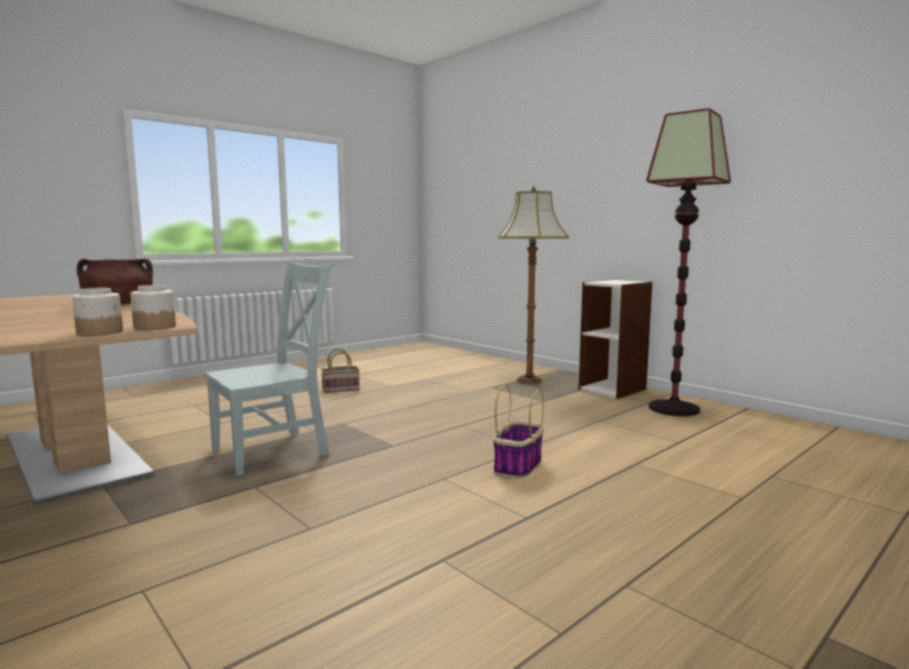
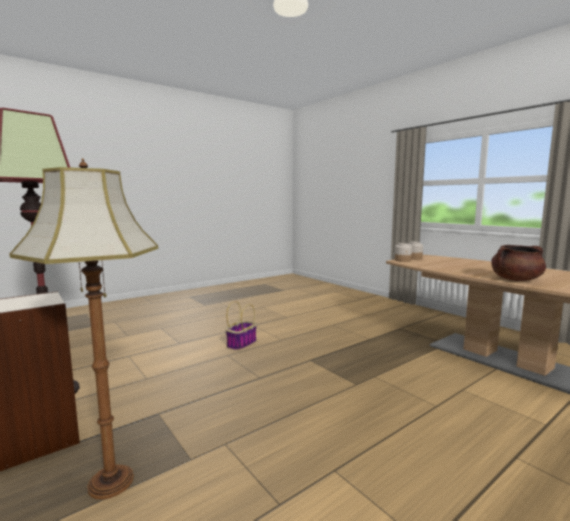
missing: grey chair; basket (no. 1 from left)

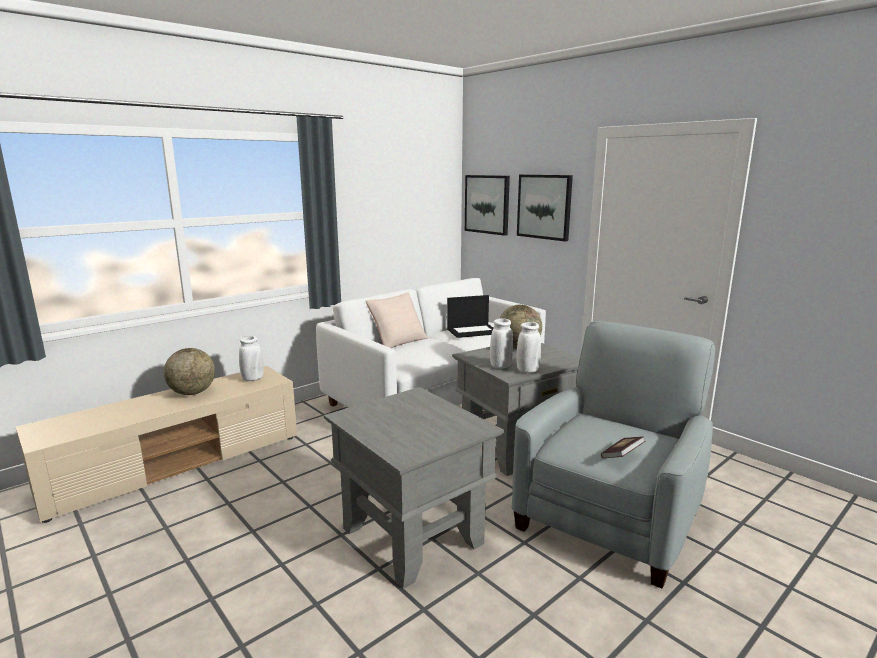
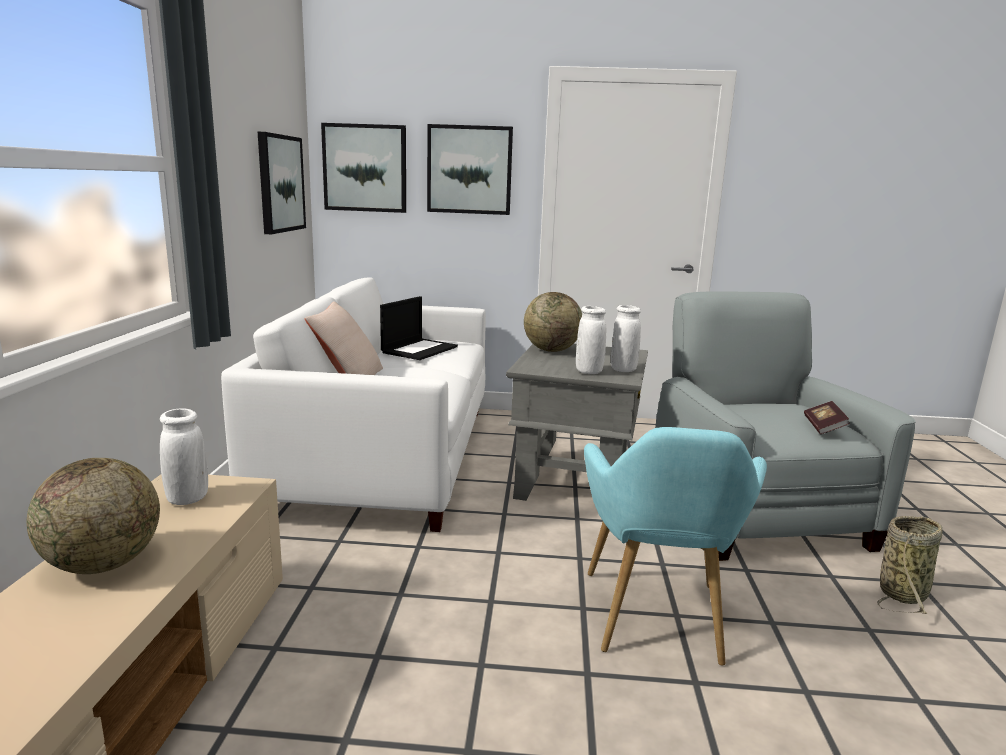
appeared: picture (no. 1 from left); basket
exchanged: grey side table (no. 1 from left) to turquoise armchair

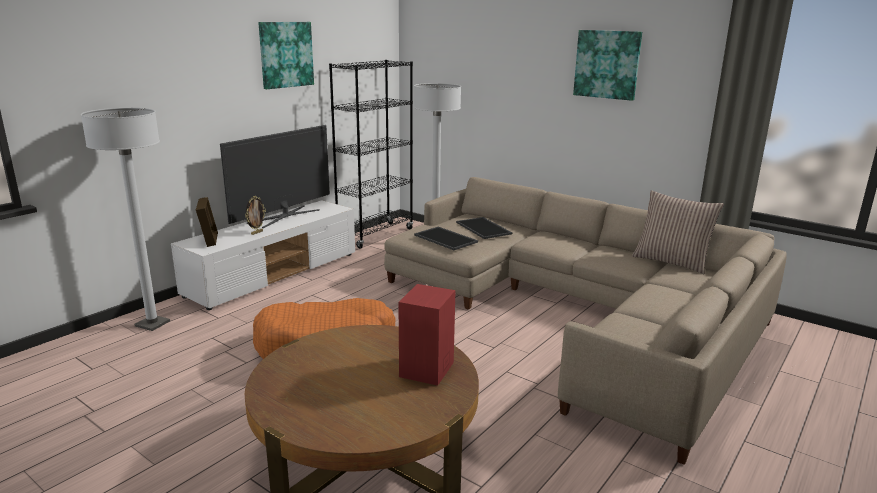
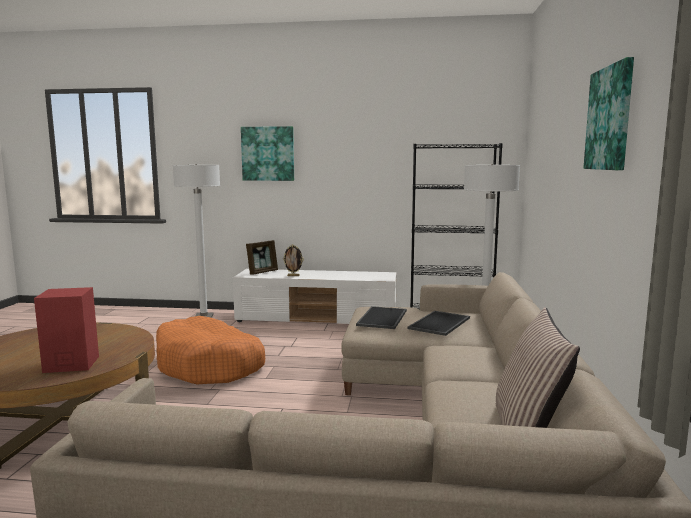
missing: television
relocated: picture (no. 1 from left)

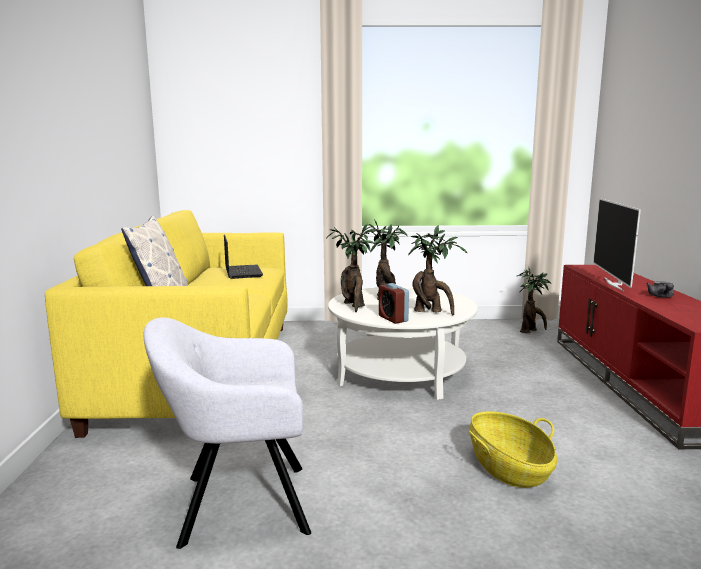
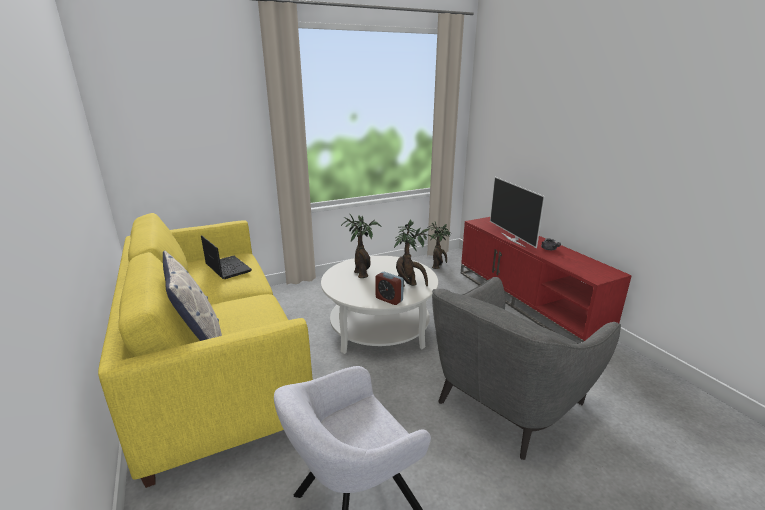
missing: potted plant (no. 1 from left)
exchanged: basket to grey armchair (no. 2 from left)

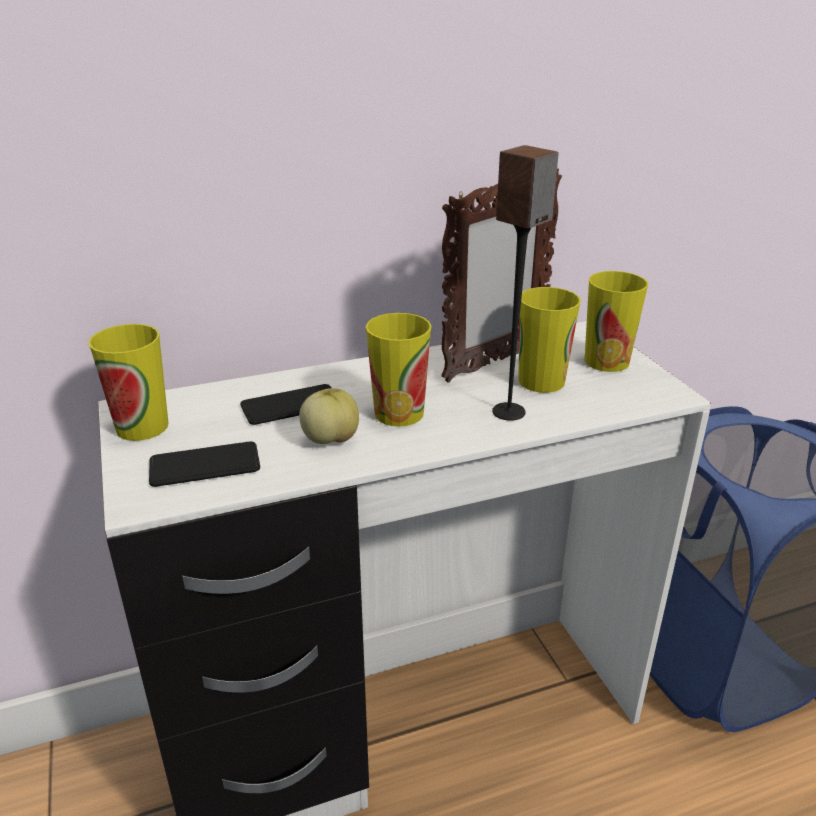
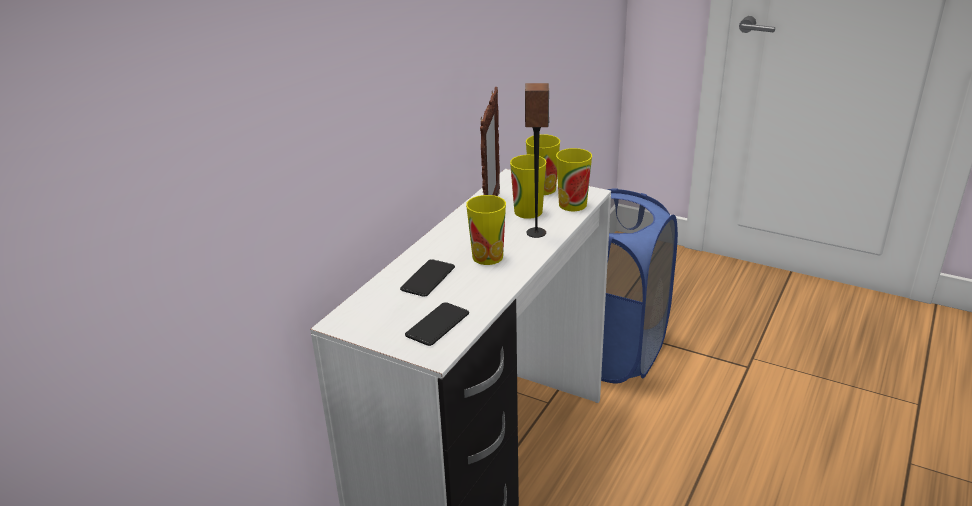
missing: apple
relocated: cup (no. 1 from left in the first image) to cup (no. 4 from left)

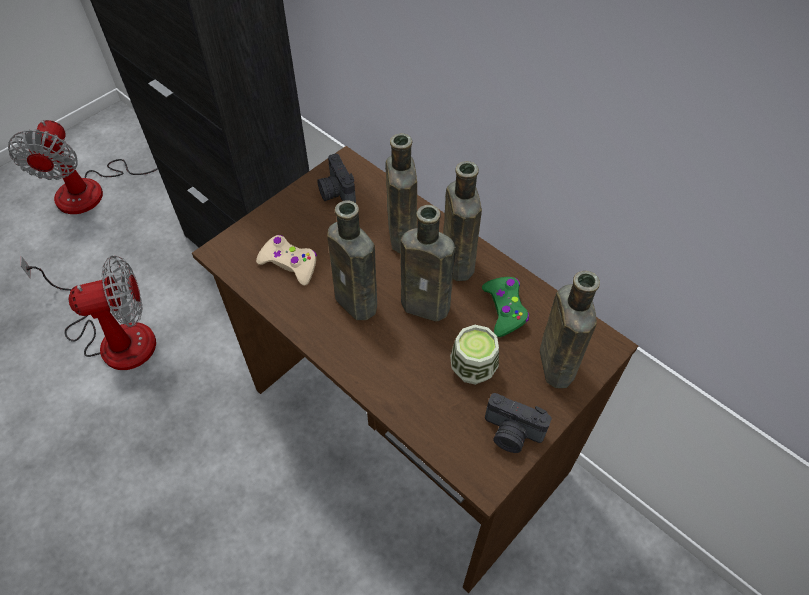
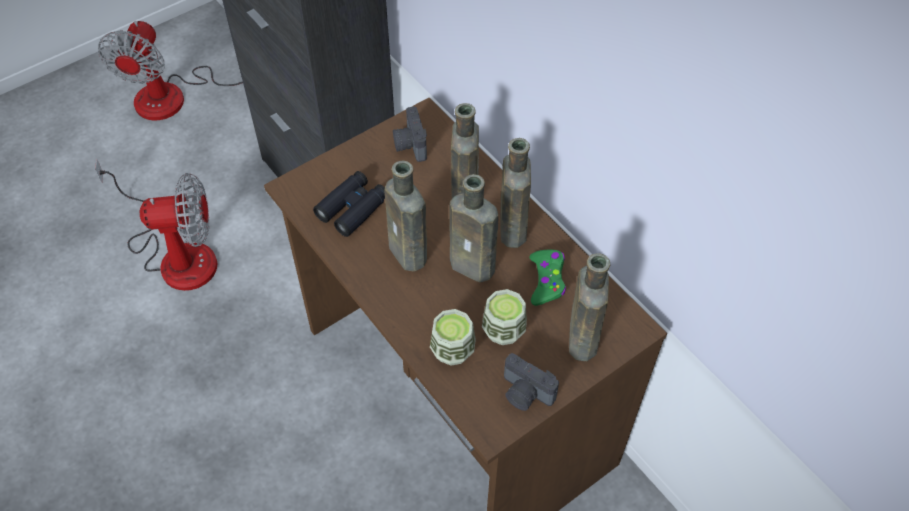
appeared: cup (no. 1 from left)
exchanged: beige game controller to black binoculars

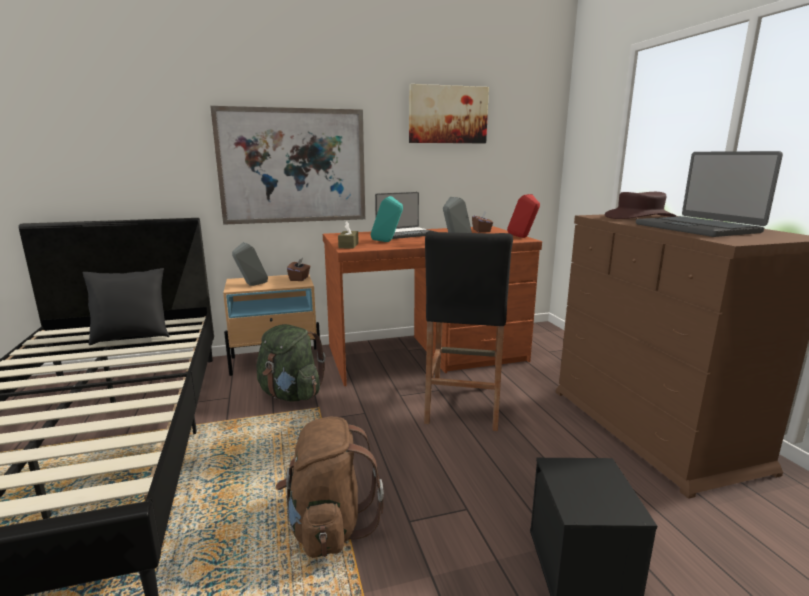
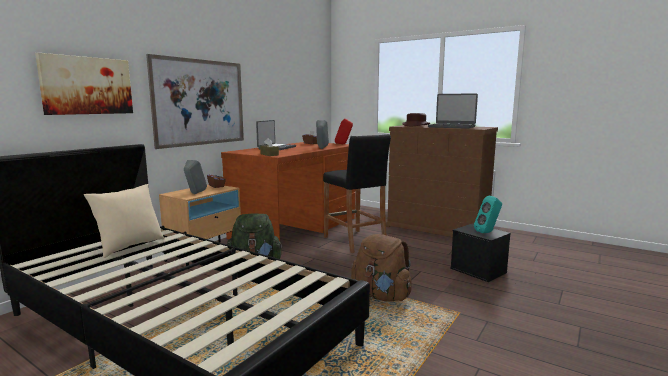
relocated: picture (no. 2 from left in the first image) to picture (no. 1 from left); turquoise speaker
colour: black pillow to beige pillow

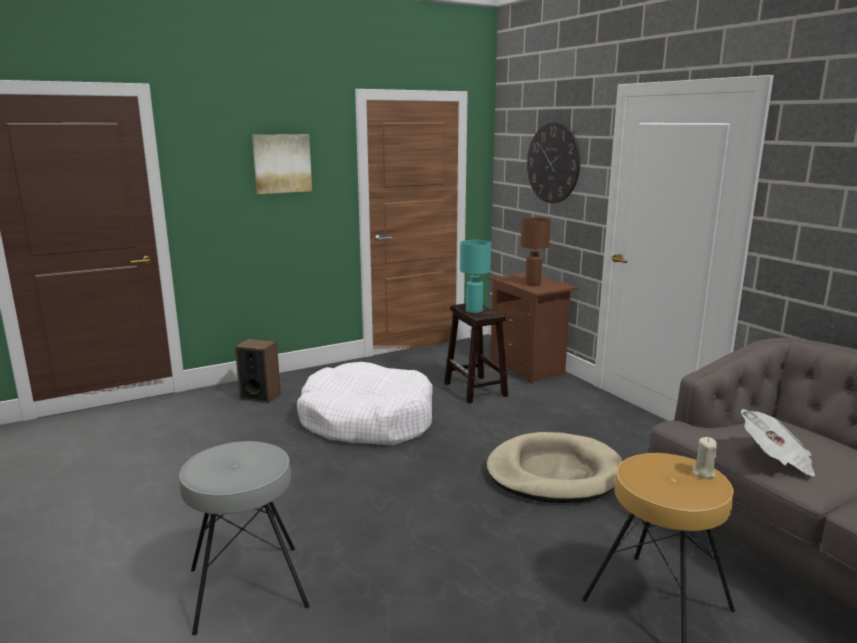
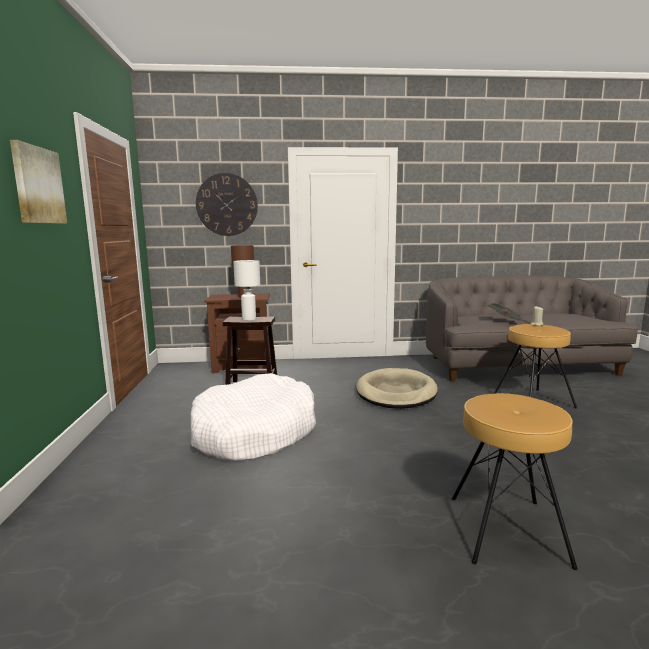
missing: speaker
colour: turquoise table lamp to white table lamp; grey stool to brown stool (no. 2 from left)

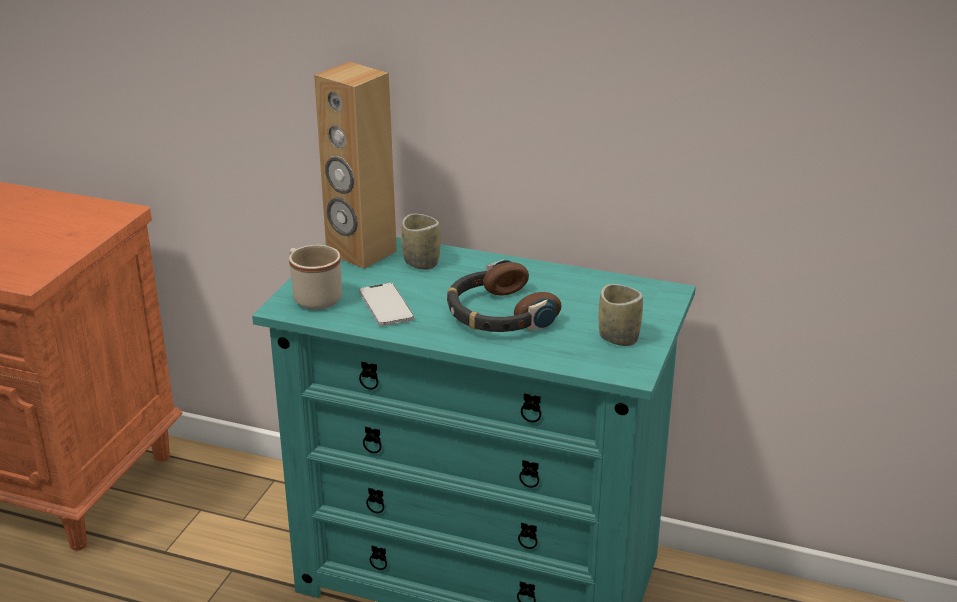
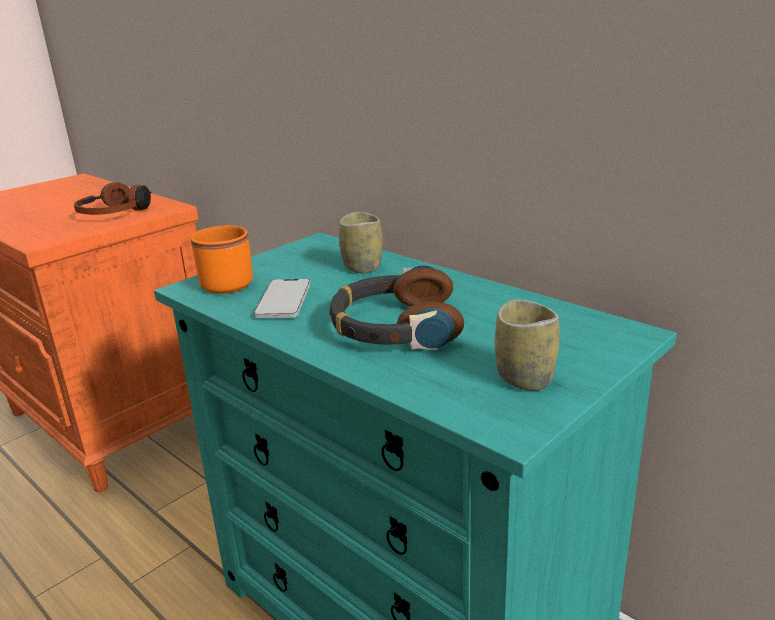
missing: brown speaker
appeared: headphones (no. 1 from left)
colour: beige mug to orange mug

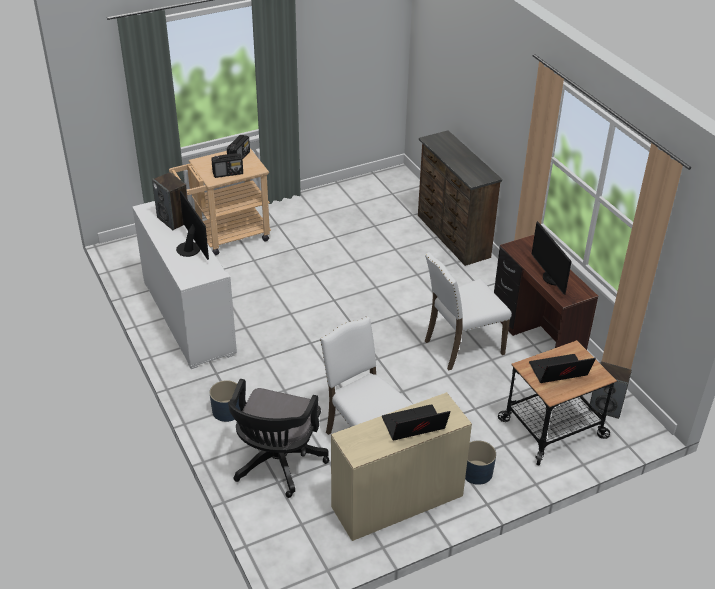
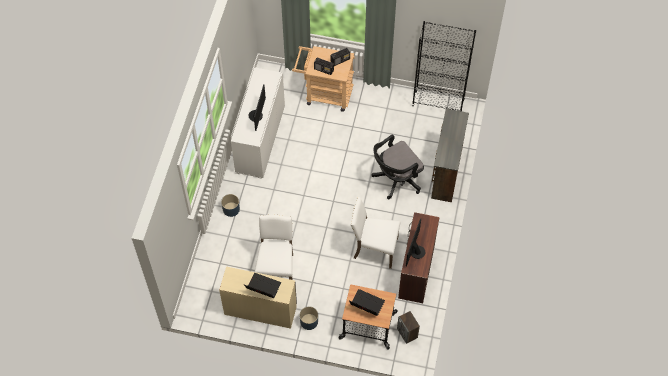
missing: speaker (no. 1 from left)
appeared: black bookcase
relocated: black office chair

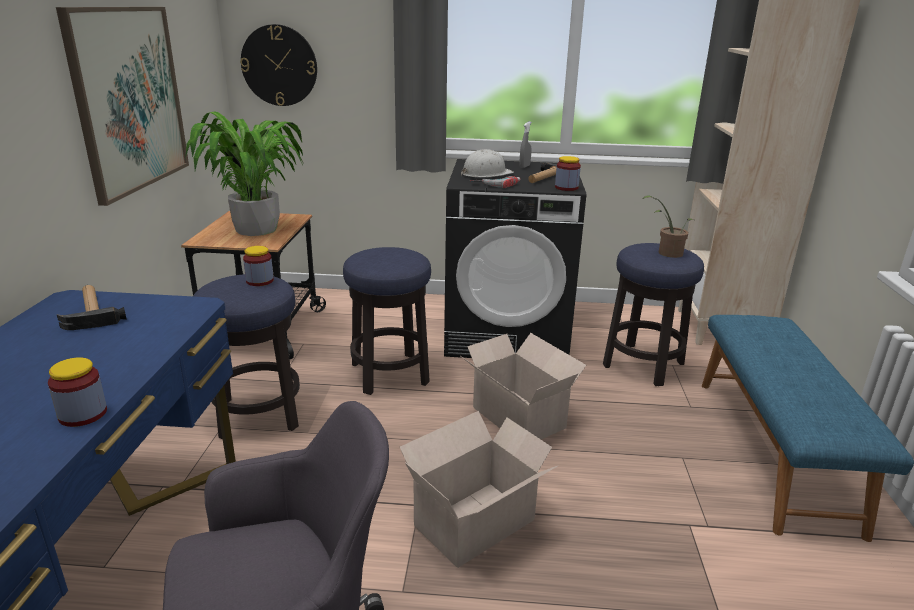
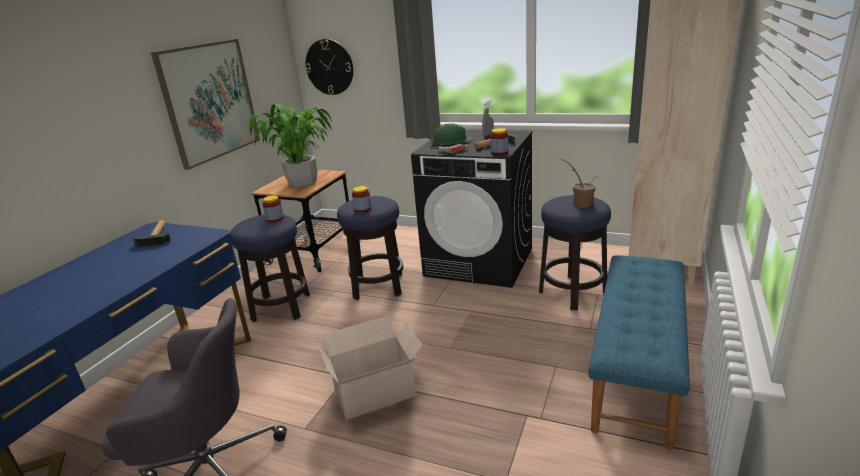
missing: cardboard box (no. 2 from left)
relocated: jar (no. 1 from left in the first image) to jar (no. 2 from left)
colour: white hard hat to green hard hat

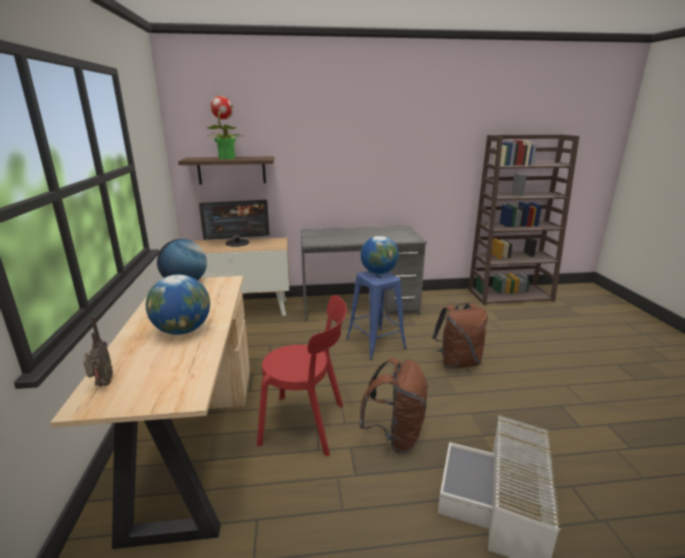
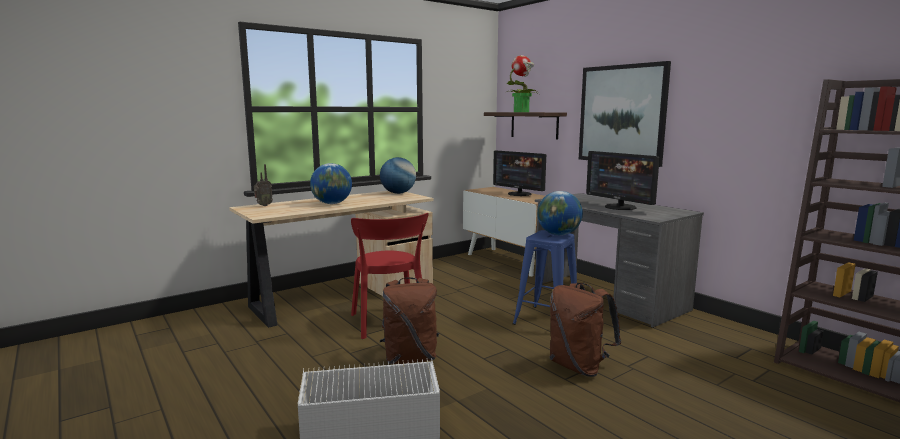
appeared: picture; monitor (no. 2 from left)

